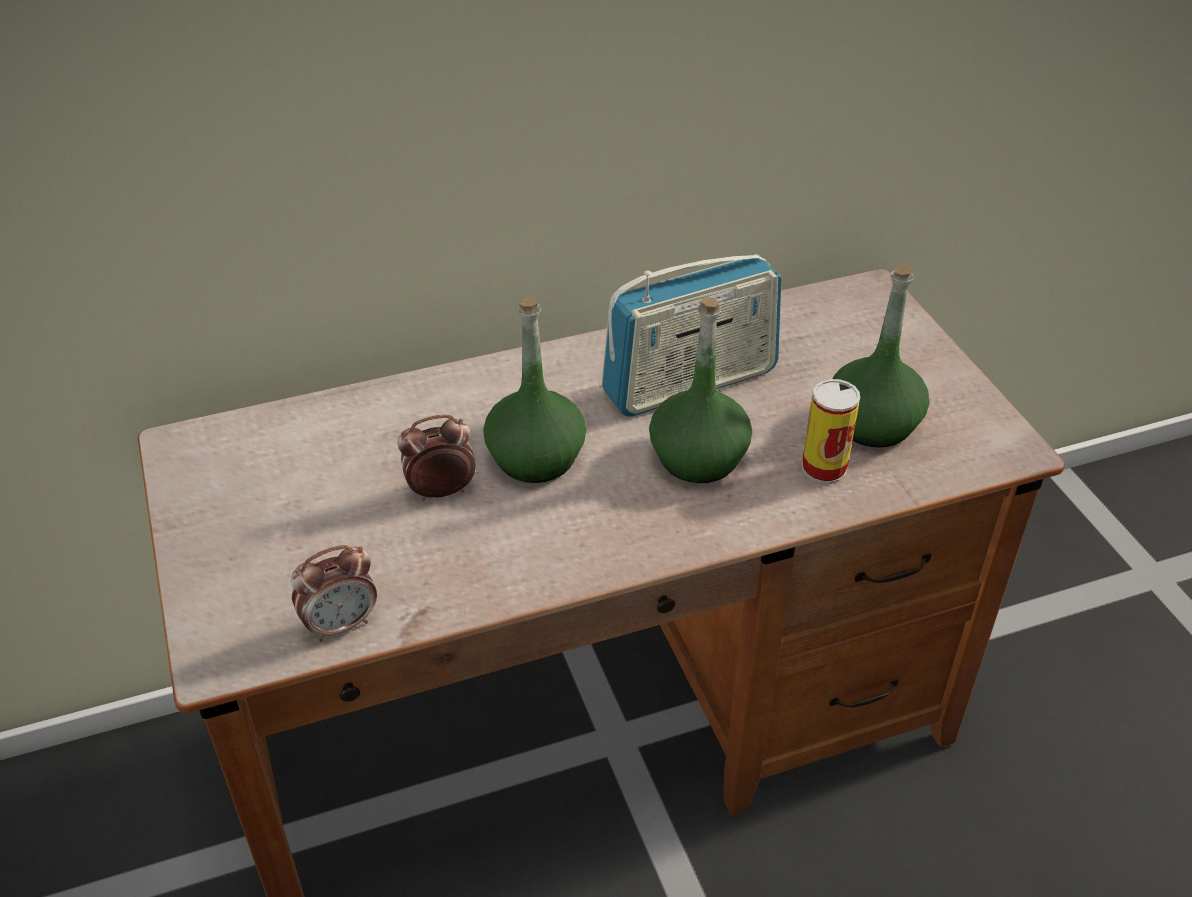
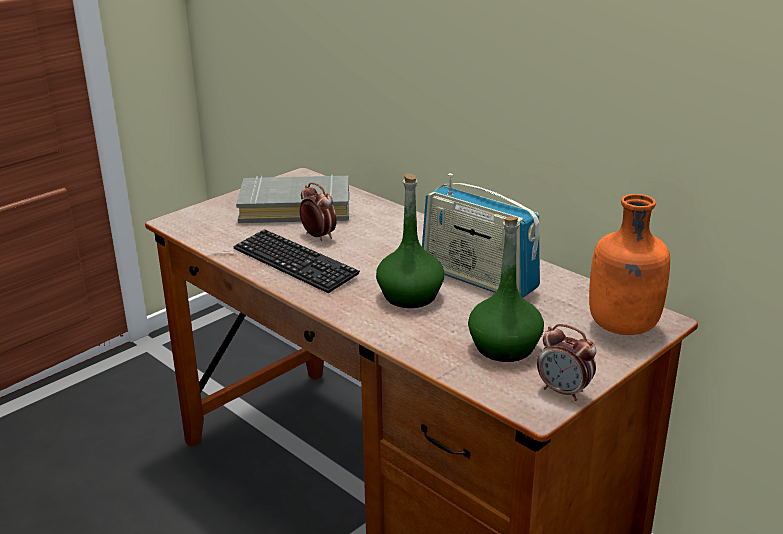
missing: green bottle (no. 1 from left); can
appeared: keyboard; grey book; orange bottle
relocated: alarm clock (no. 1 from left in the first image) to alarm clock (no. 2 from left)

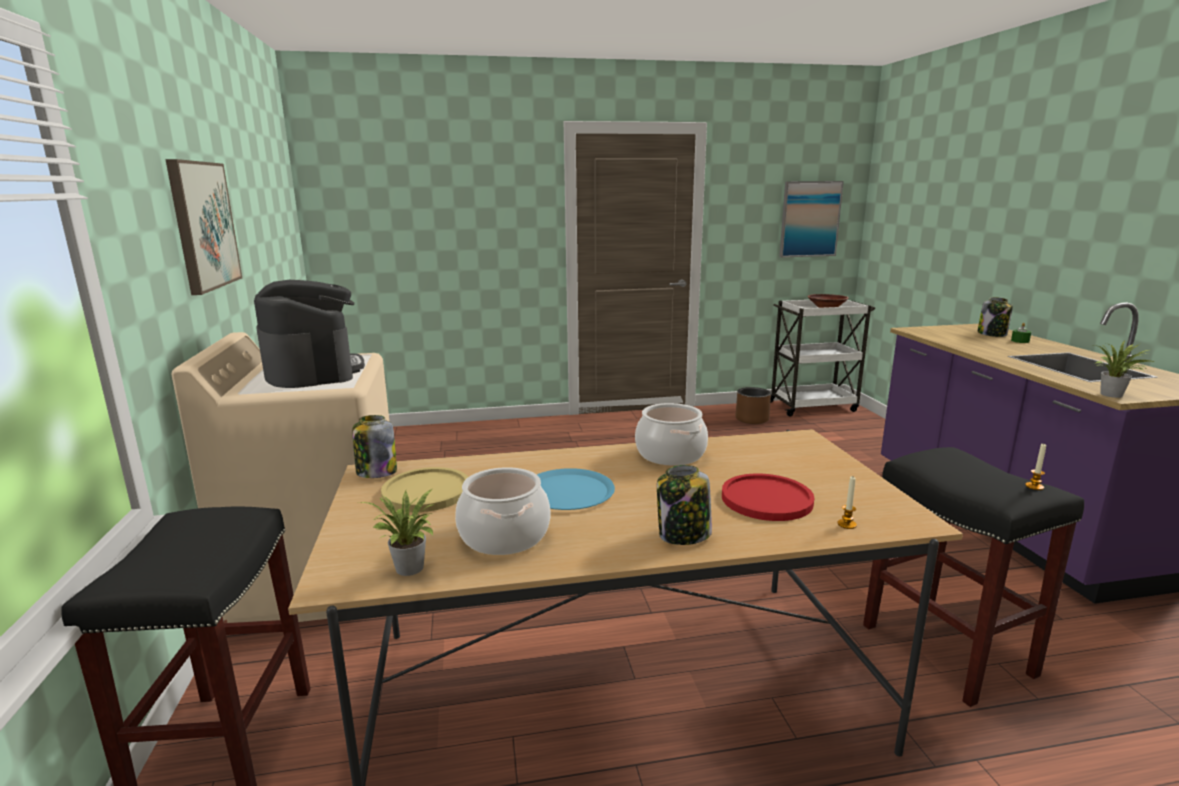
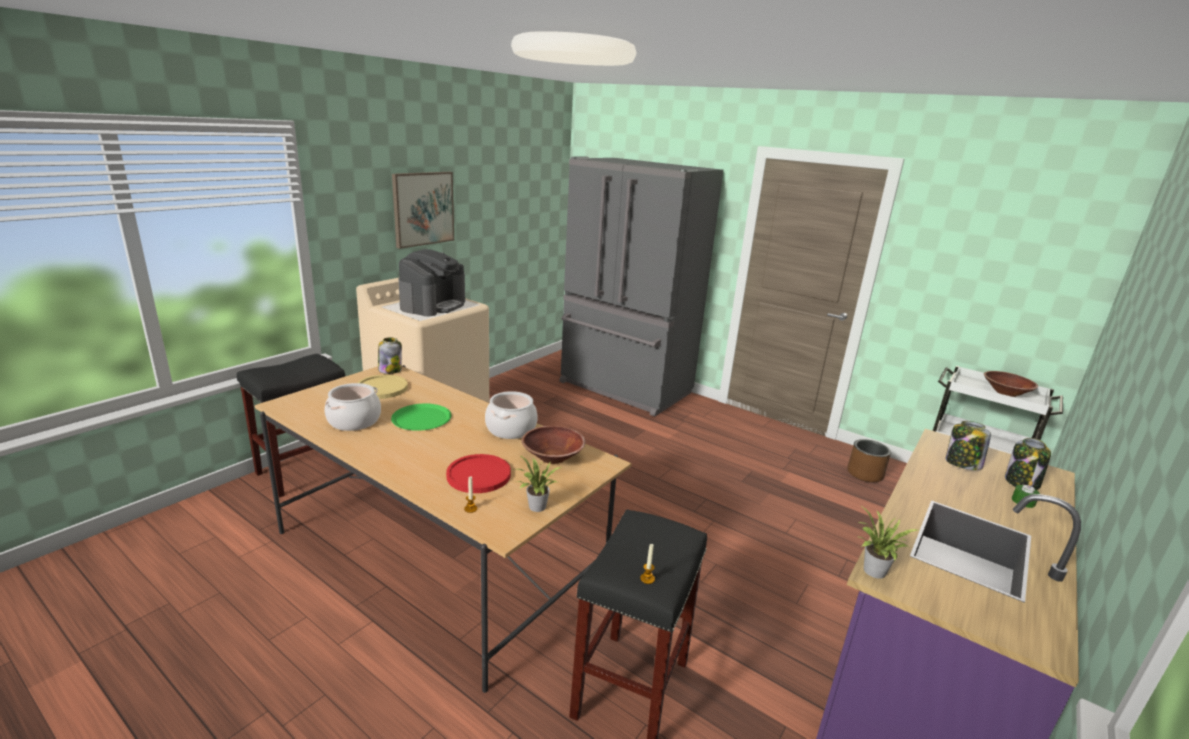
missing: picture (no. 2 from left)
appeared: brown bowl (no. 1 from left); grey fridge
relocated: potted plant (no. 1 from left); jar (no. 2 from left)
colour: blue plate to green plate

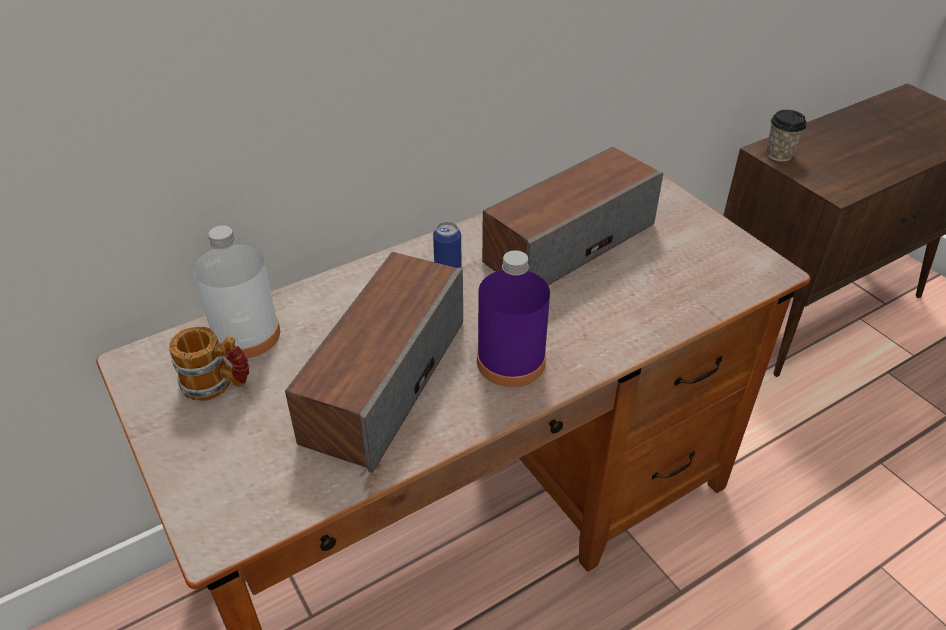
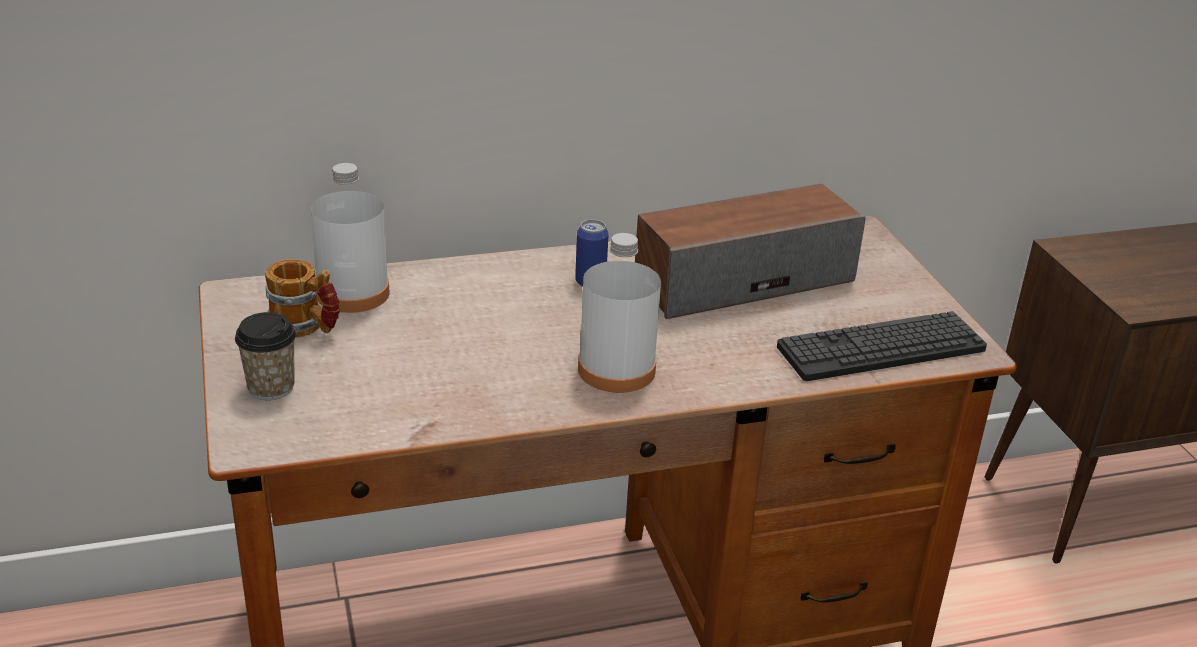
missing: speaker (no. 1 from left)
appeared: keyboard
relocated: cup
colour: purple bottle to white bottle (no. 2 from left)

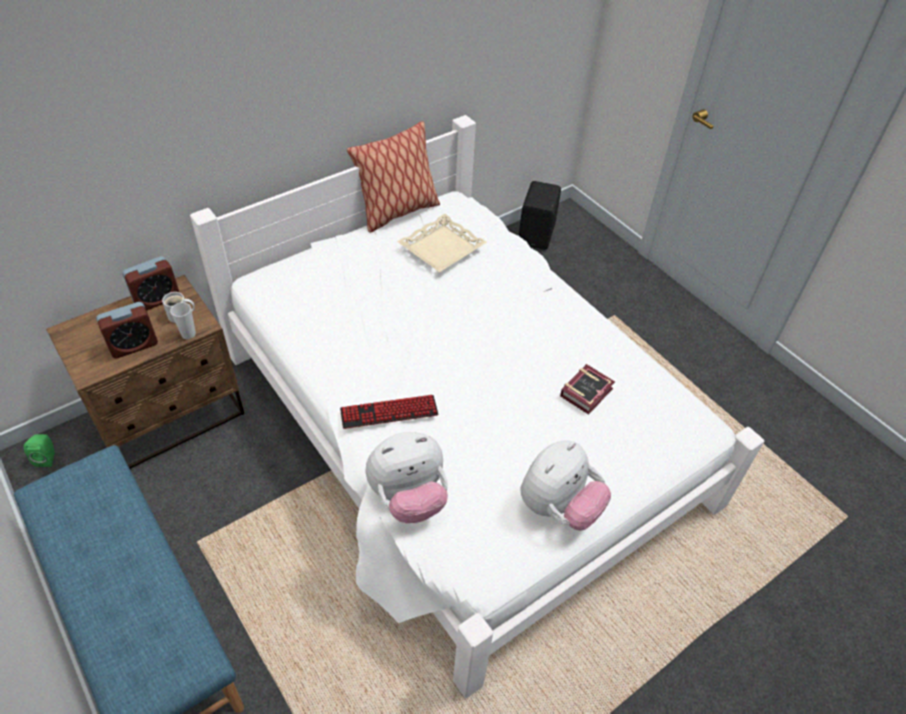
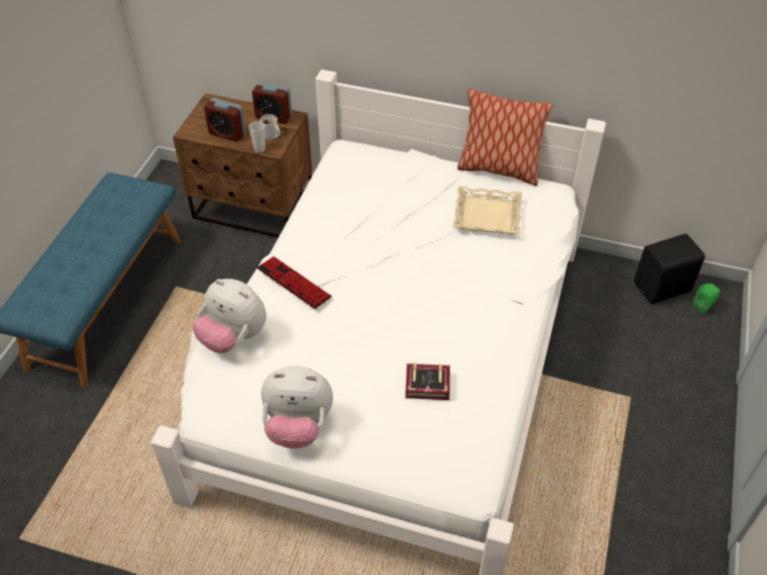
relocated: green speaker

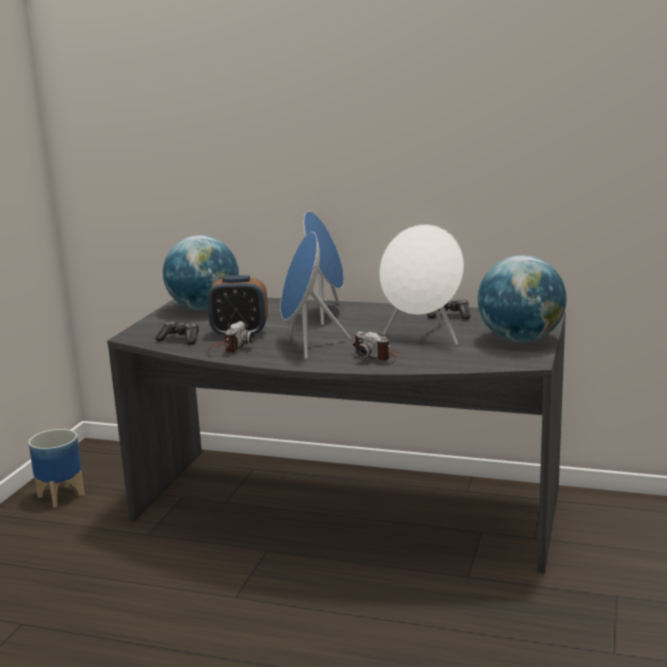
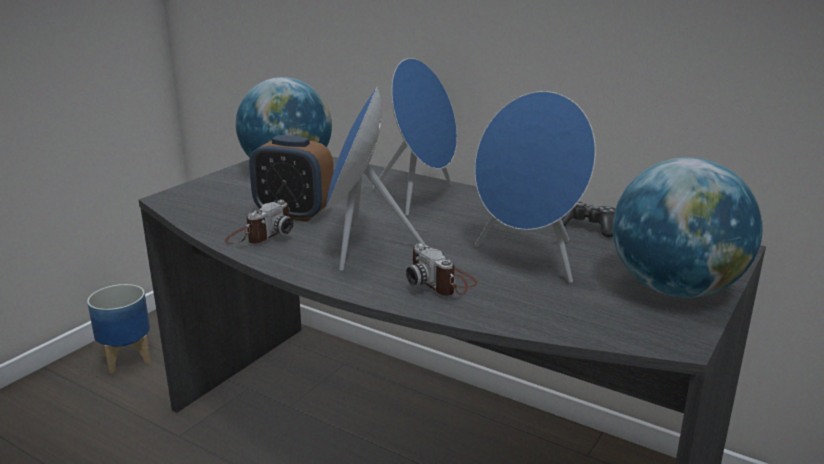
missing: game controller (no. 1 from left)
colour: white speaker to blue speaker (no. 3 from left)

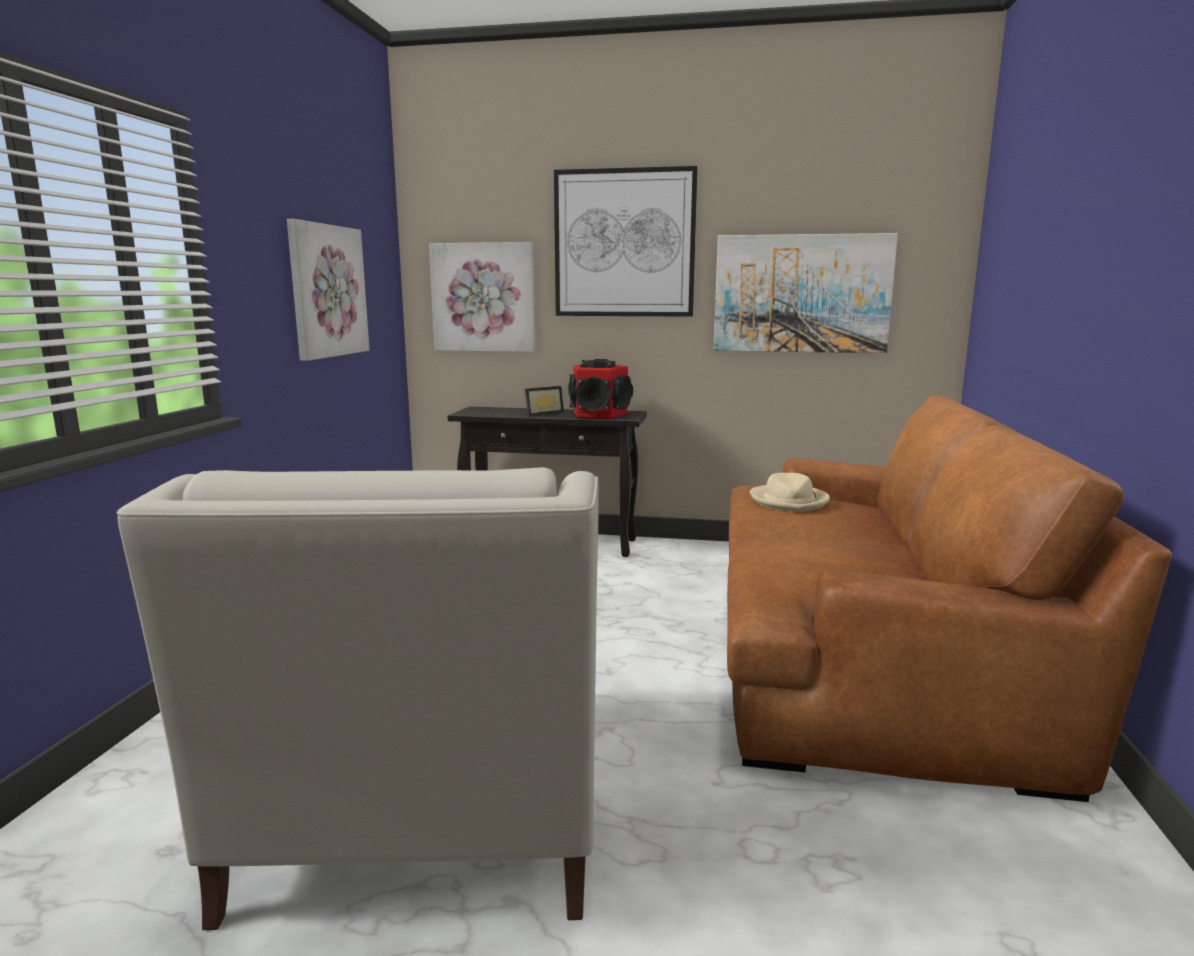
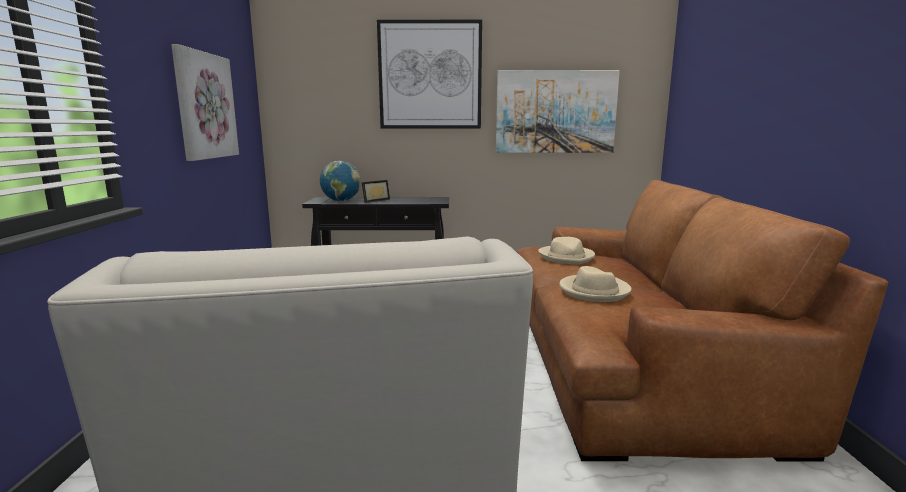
missing: picture (no. 2 from left); speaker
appeared: globe; beige hat (no. 2 from left)

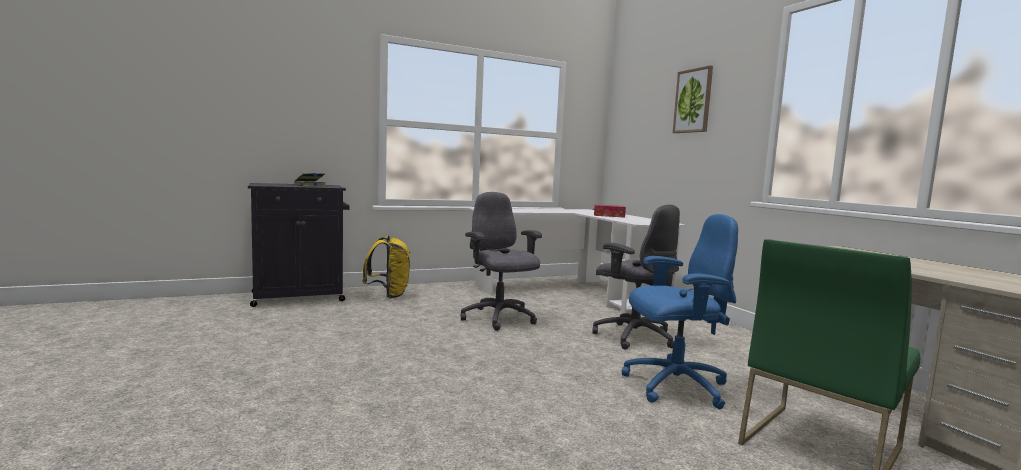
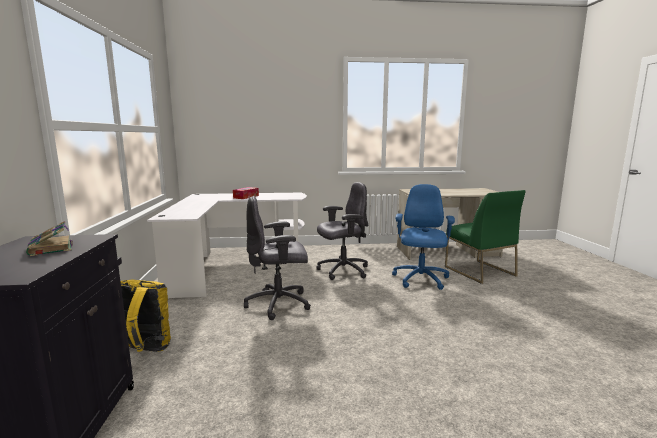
missing: picture

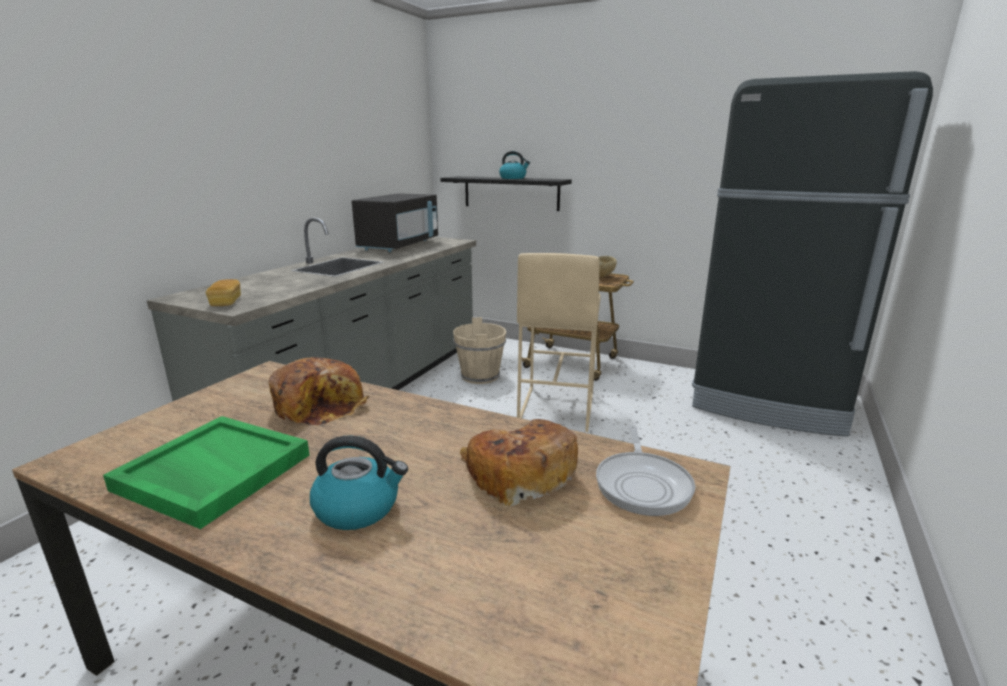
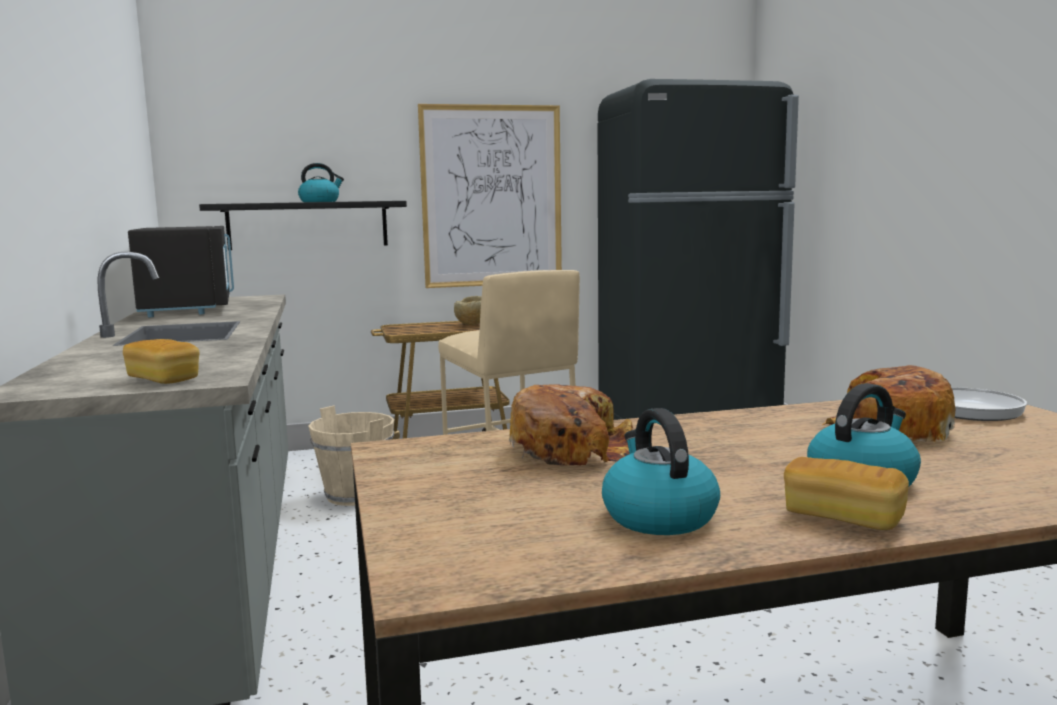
appeared: picture; bread (no. 3 from left)
exchanged: green tray to kettle (no. 2 from left)

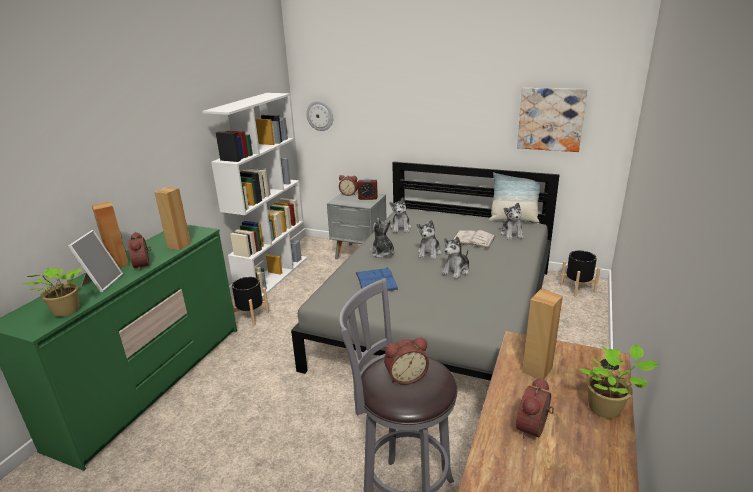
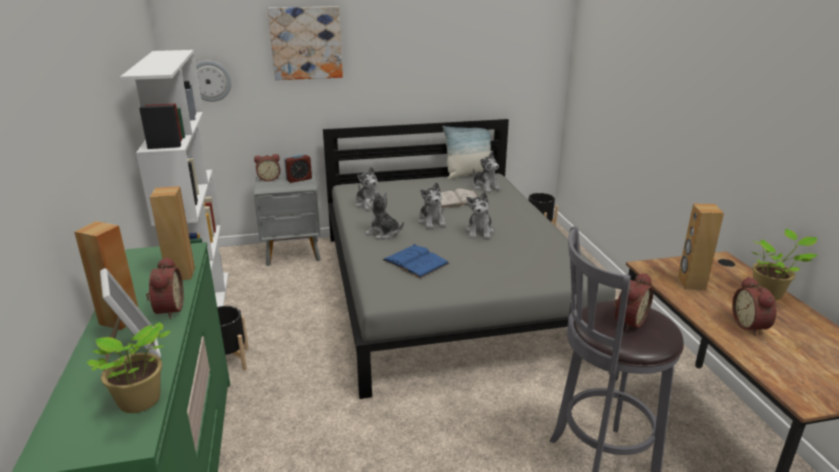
relocated: picture
spun: alarm clock (no. 1 from left) 135 degrees counterclockwise

